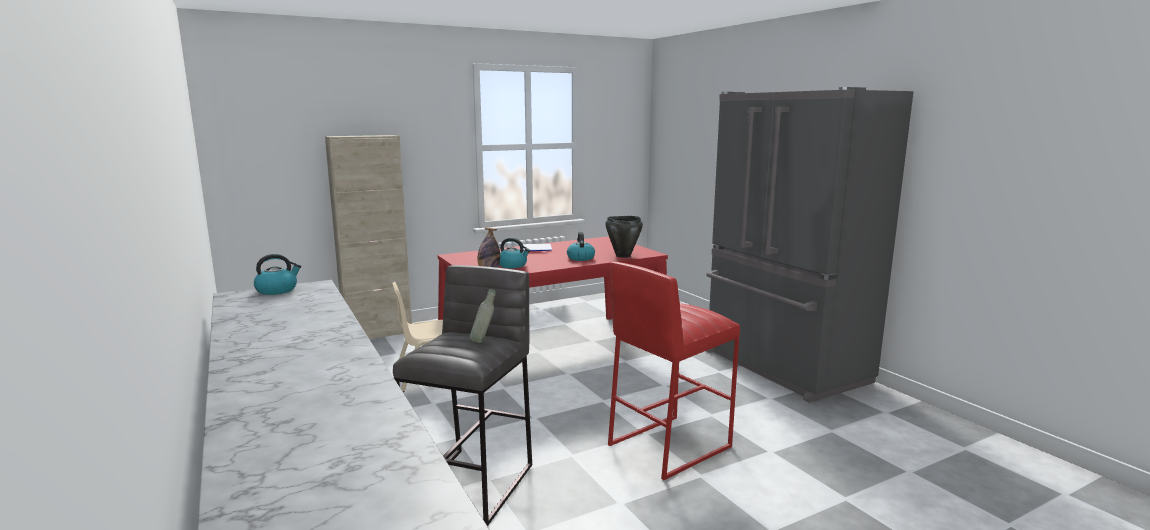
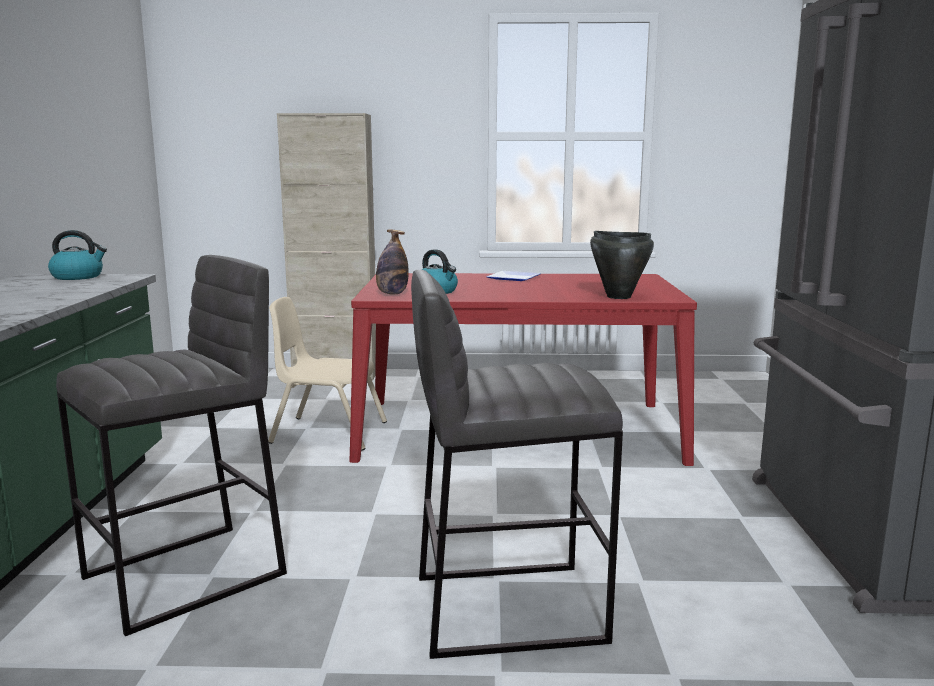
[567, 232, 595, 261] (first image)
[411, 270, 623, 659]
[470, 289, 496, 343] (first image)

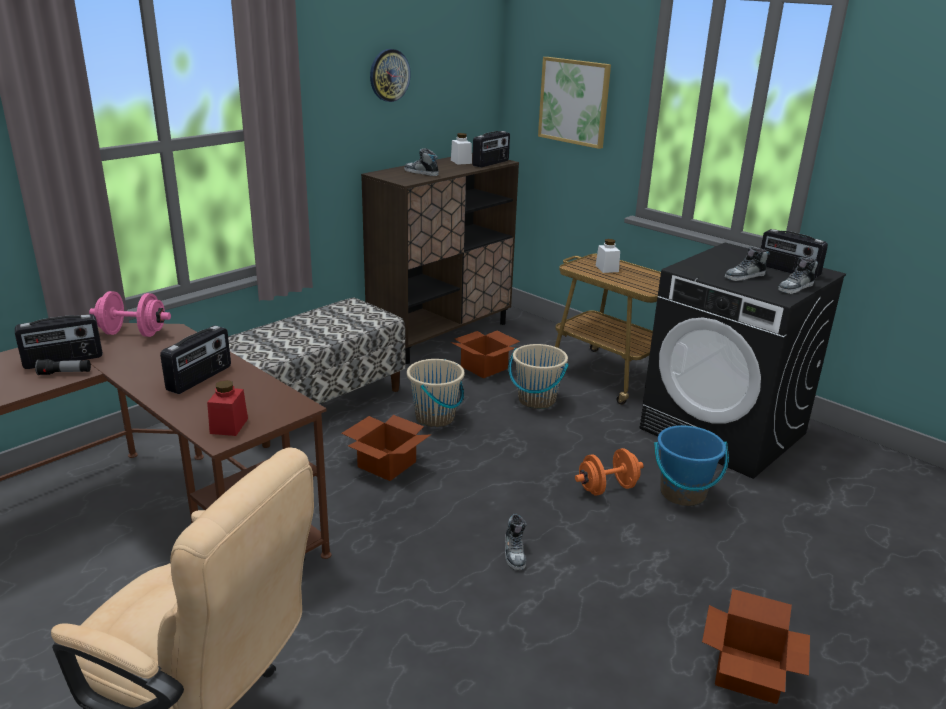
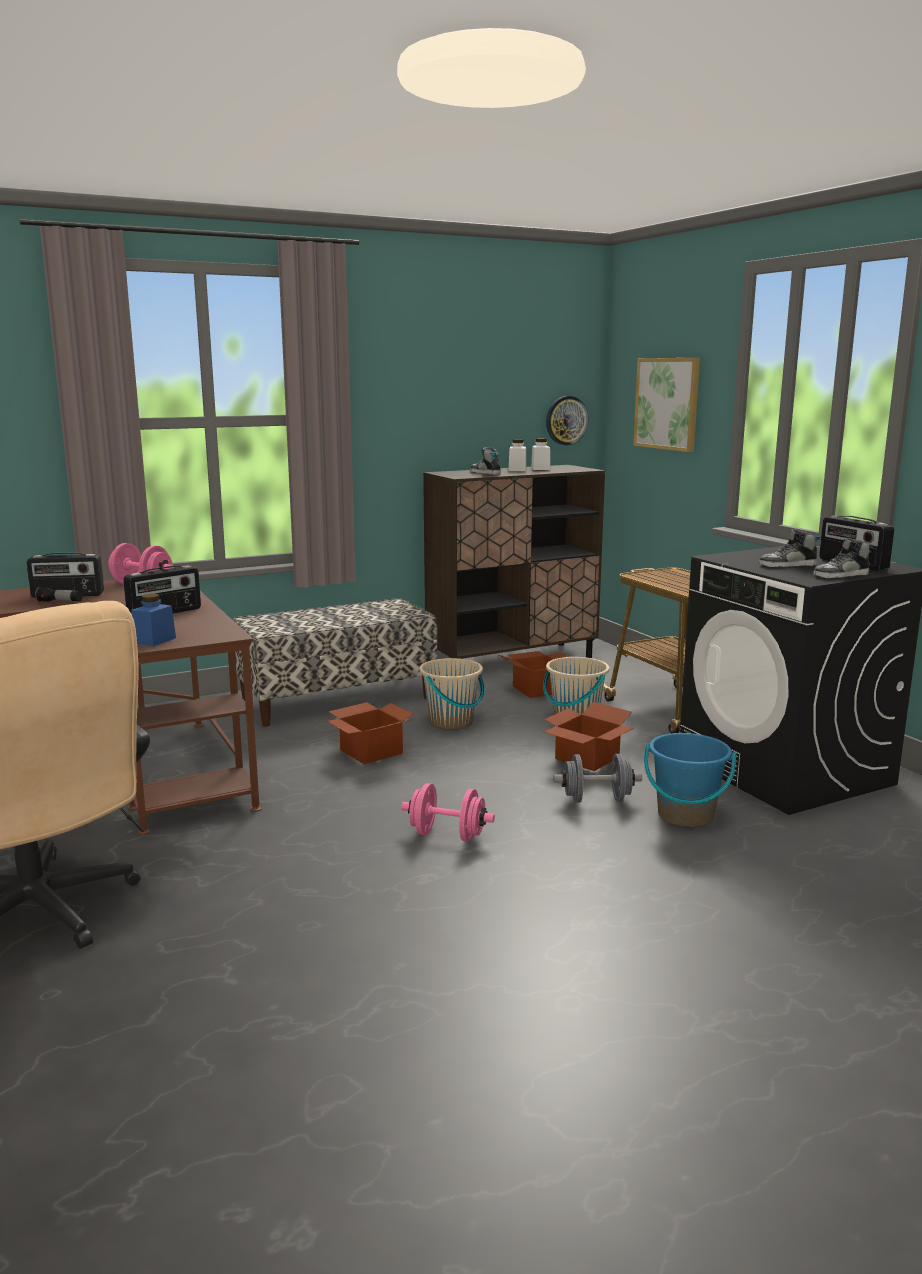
[546, 396, 589, 445]
[472, 131, 510, 168] (first image)
[508, 439, 526, 471]
[131, 594, 176, 646]
[553, 754, 642, 802]
[401, 783, 495, 842]
[543, 702, 634, 771]

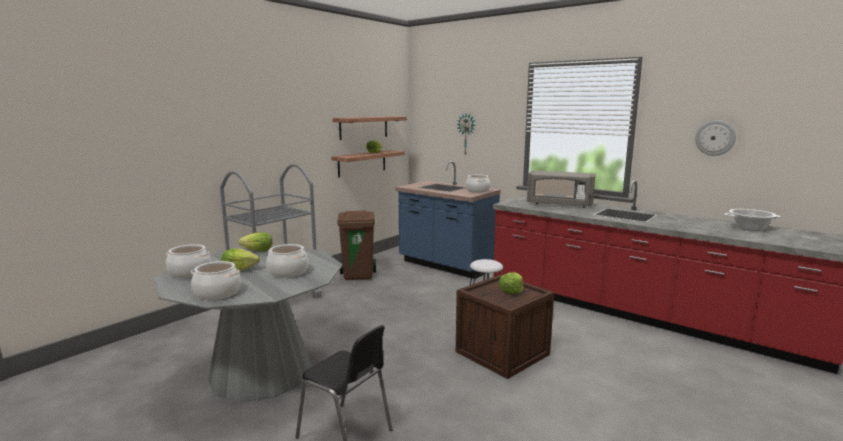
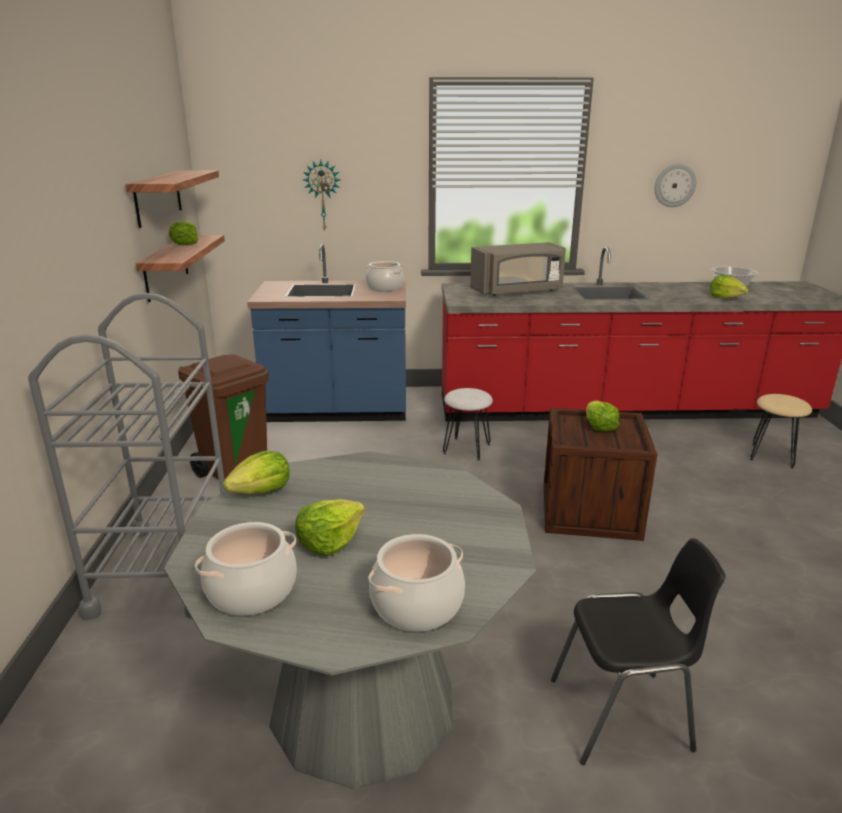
[266, 244, 308, 278] (first image)
[710, 275, 748, 299]
[750, 394, 812, 468]

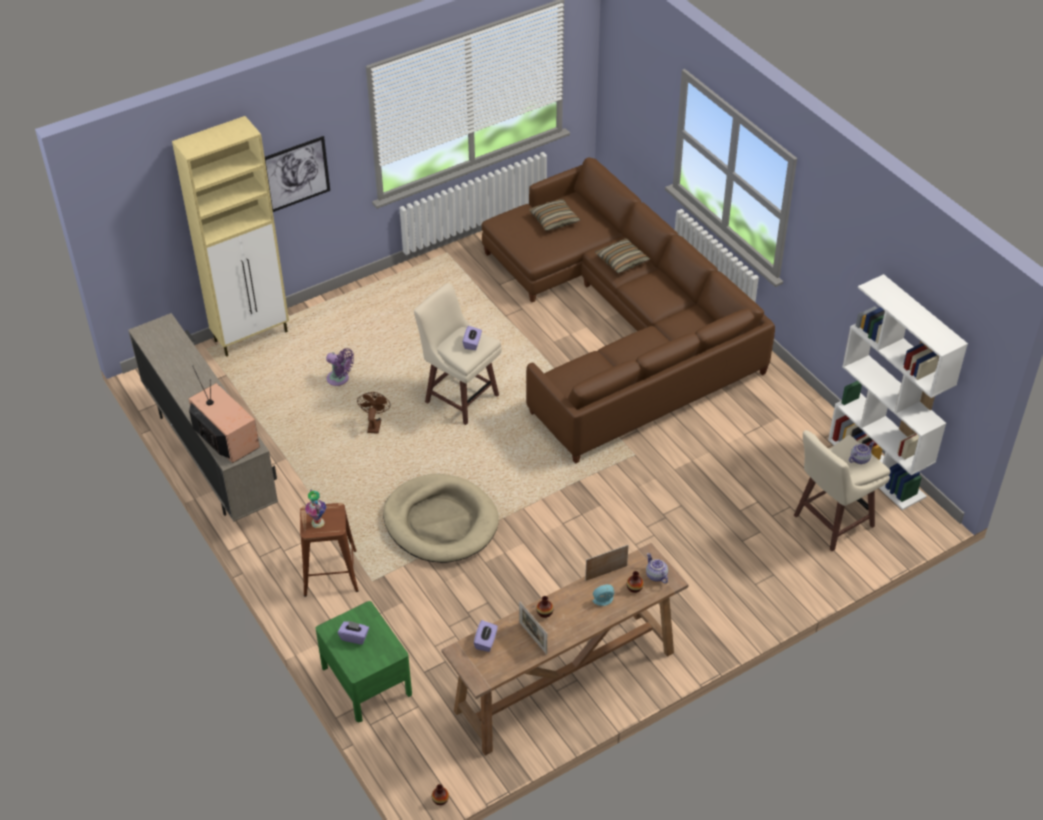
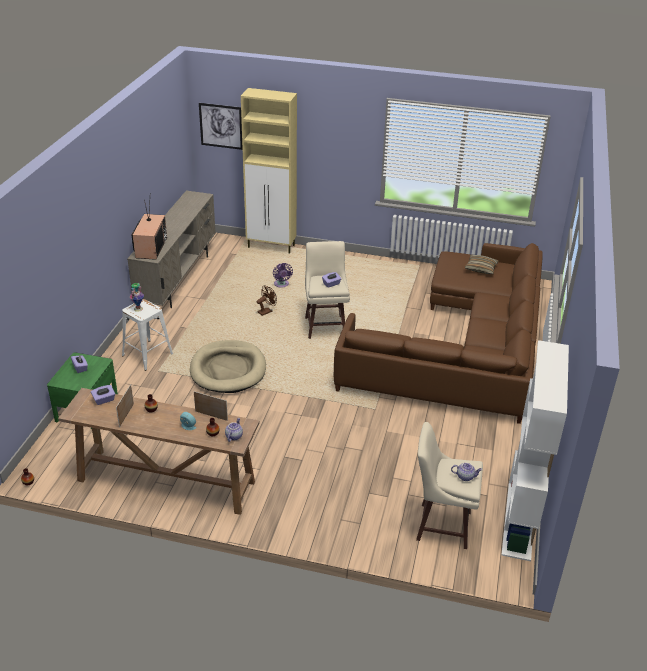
[199, 103, 243, 150]
[595, 239, 650, 273] (first image)
[122, 299, 173, 371]

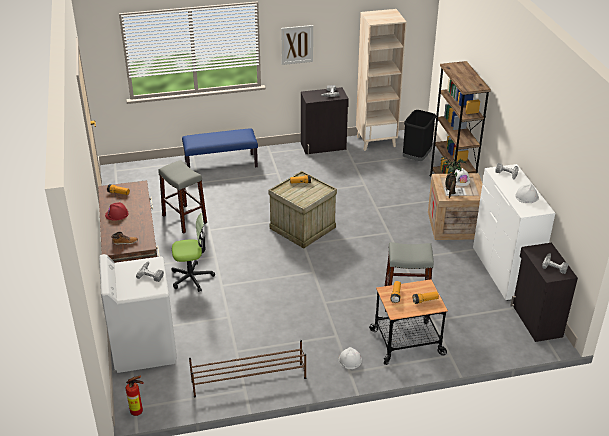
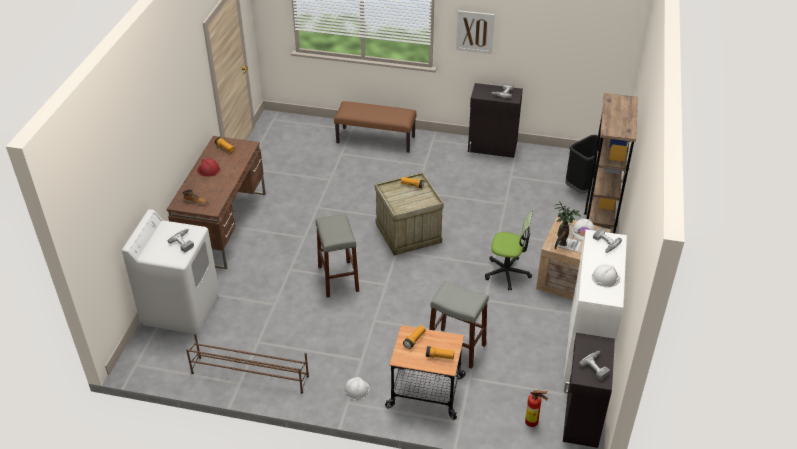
[356, 9, 407, 151] (first image)
[334, 101, 417, 153]
[316, 214, 359, 297]
[485, 212, 533, 291]
[525, 390, 548, 427]

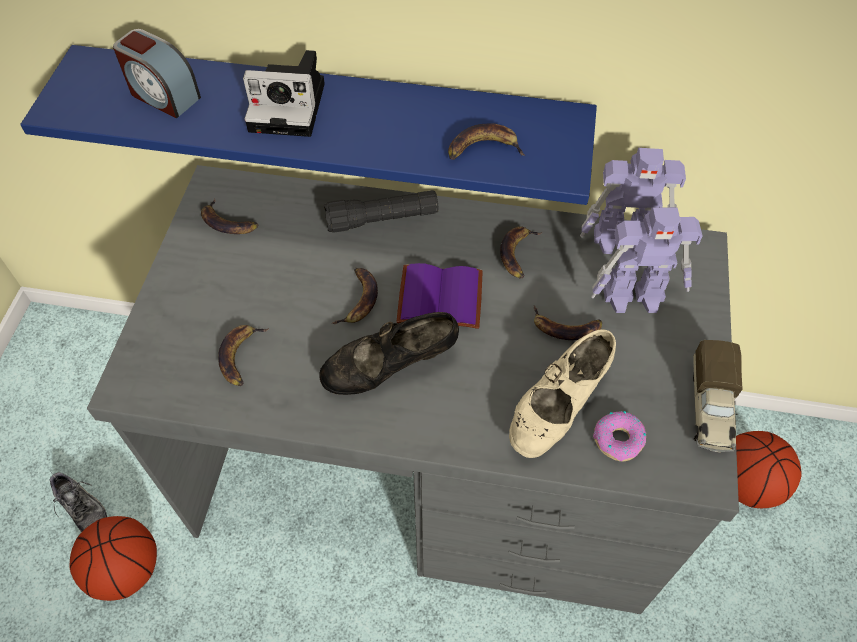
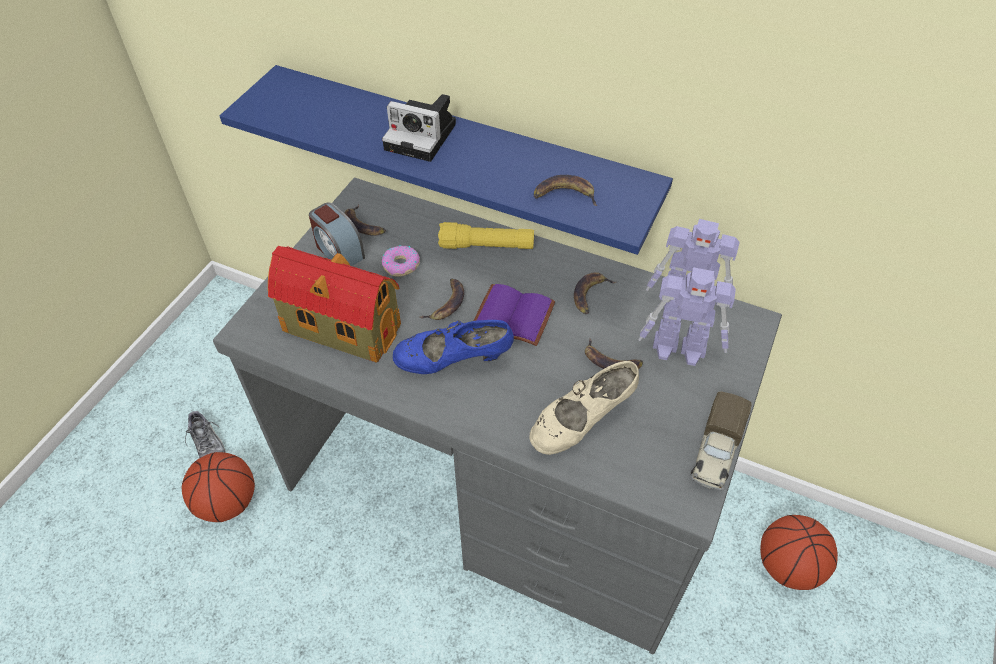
[309, 203, 365, 266]
[438, 222, 534, 249]
[393, 320, 514, 374]
[268, 246, 401, 363]
[382, 245, 420, 277]

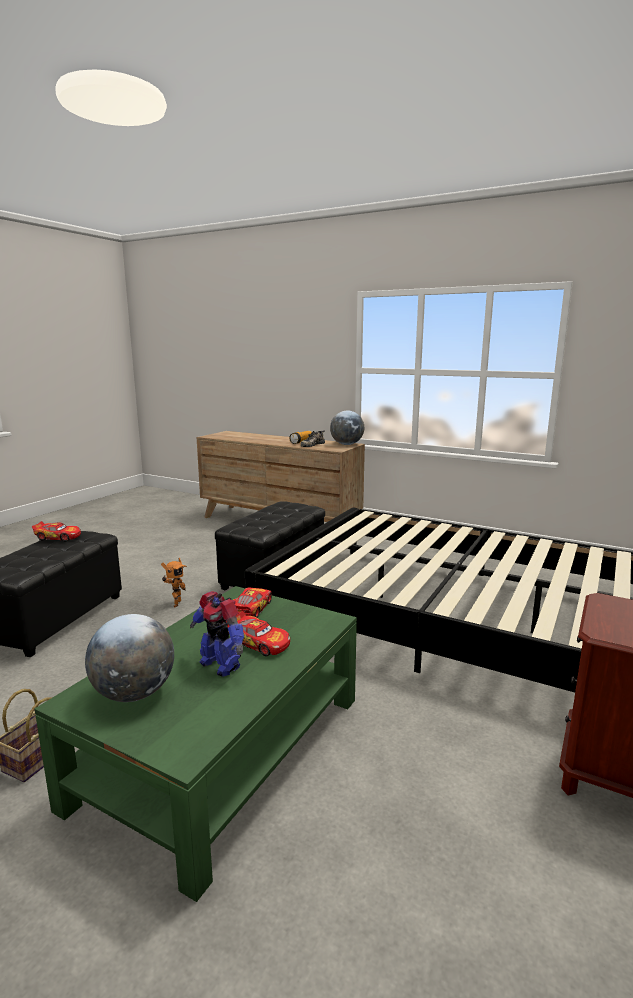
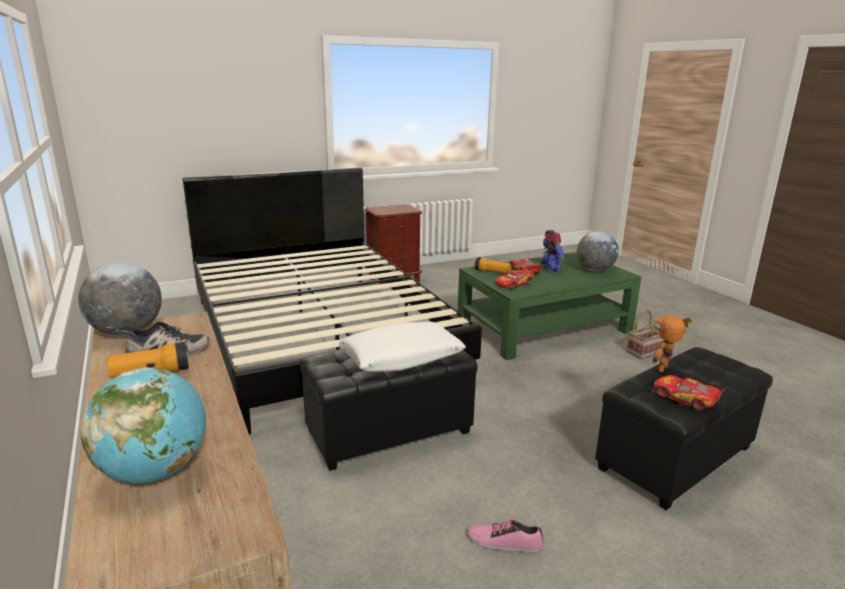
[653, 315, 692, 372]
[475, 257, 511, 274]
[339, 322, 466, 372]
[81, 368, 206, 484]
[468, 520, 543, 552]

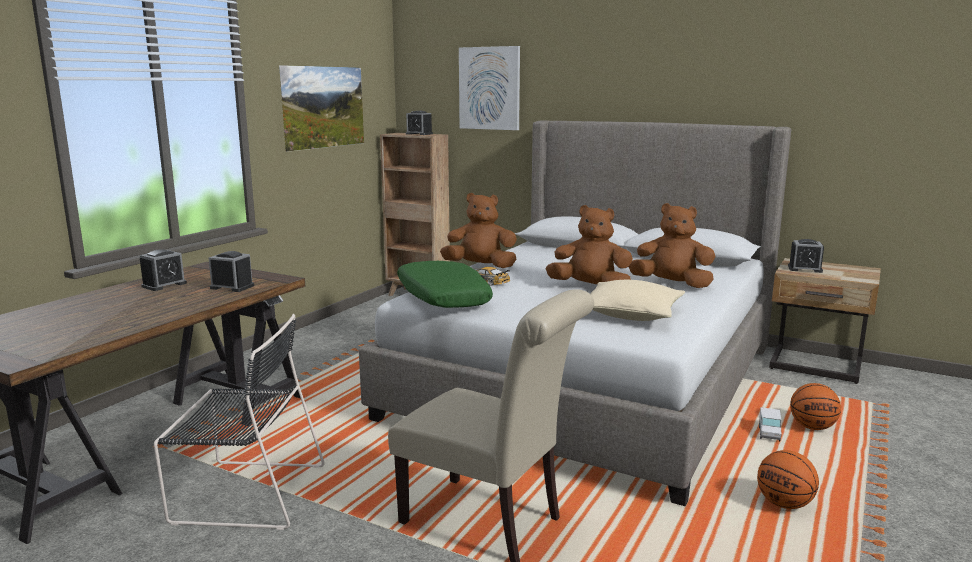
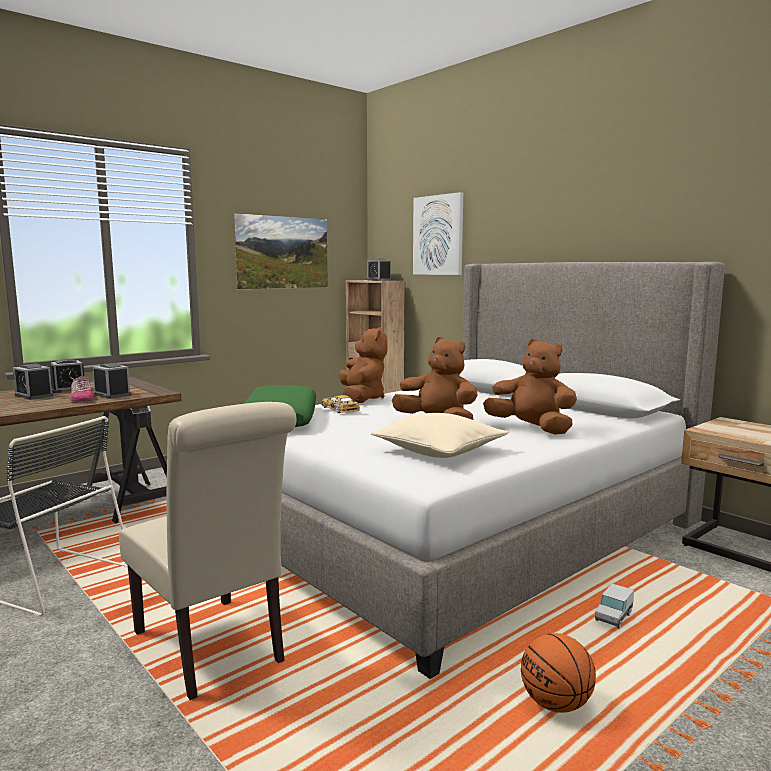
[339, 327, 387, 403]
[13, 363, 53, 400]
[790, 383, 841, 430] (first image)
[70, 376, 93, 402]

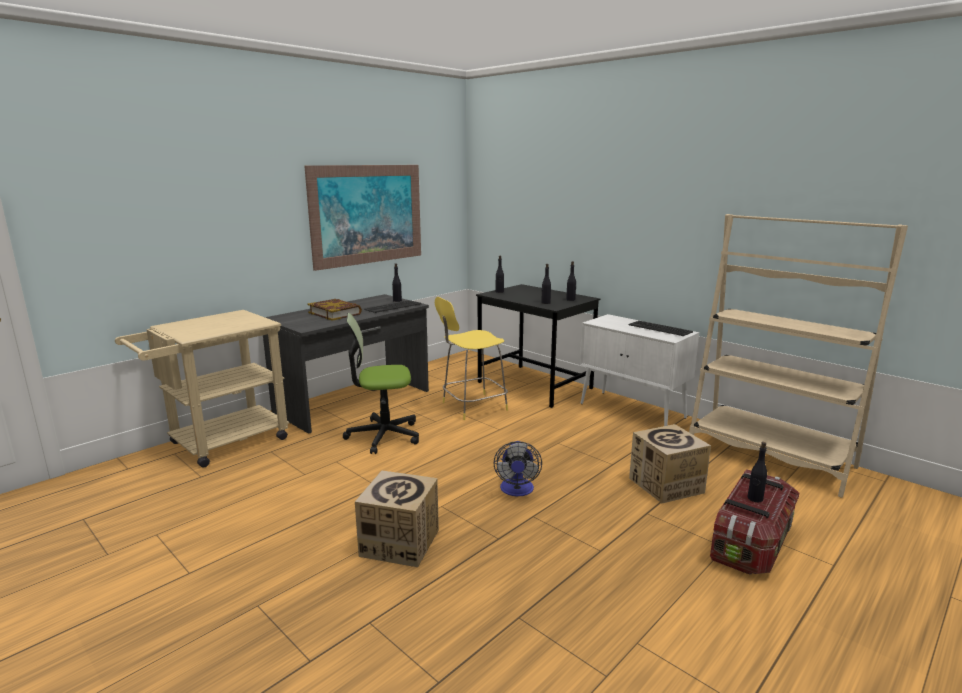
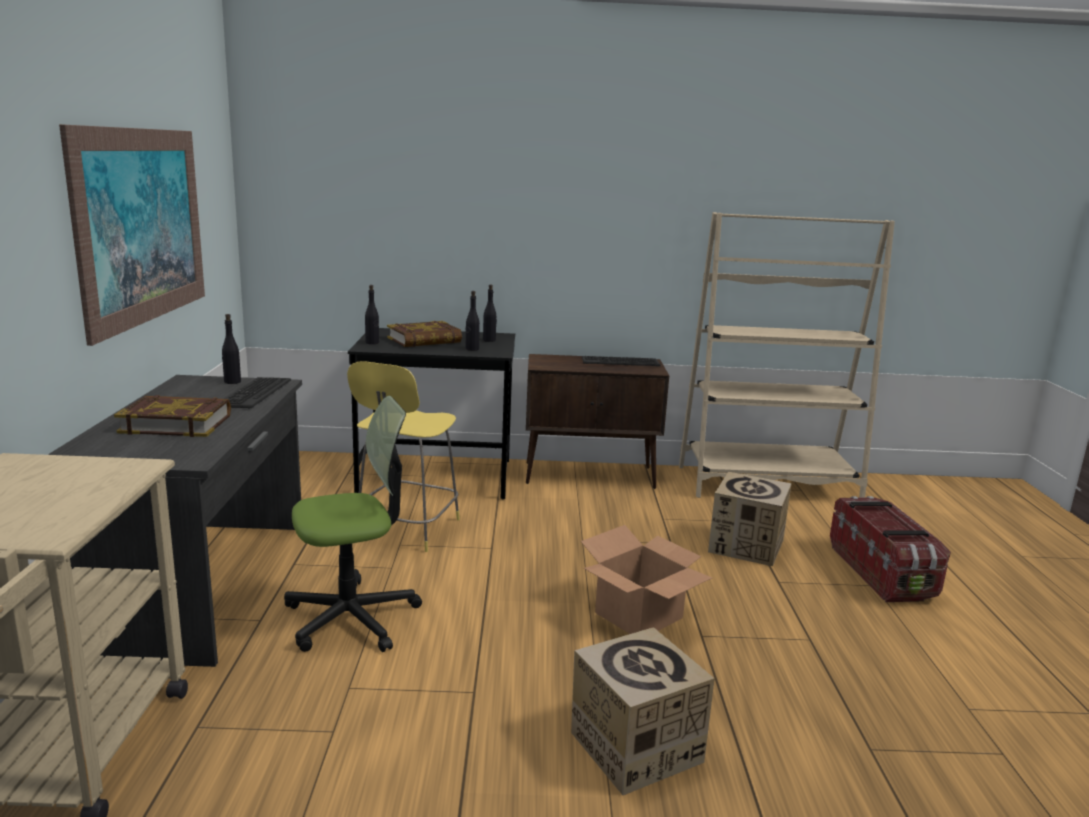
[284, 396, 422, 652]
[526, 354, 669, 489]
[581, 525, 712, 634]
[748, 442, 767, 502] (first image)
[387, 321, 462, 347]

